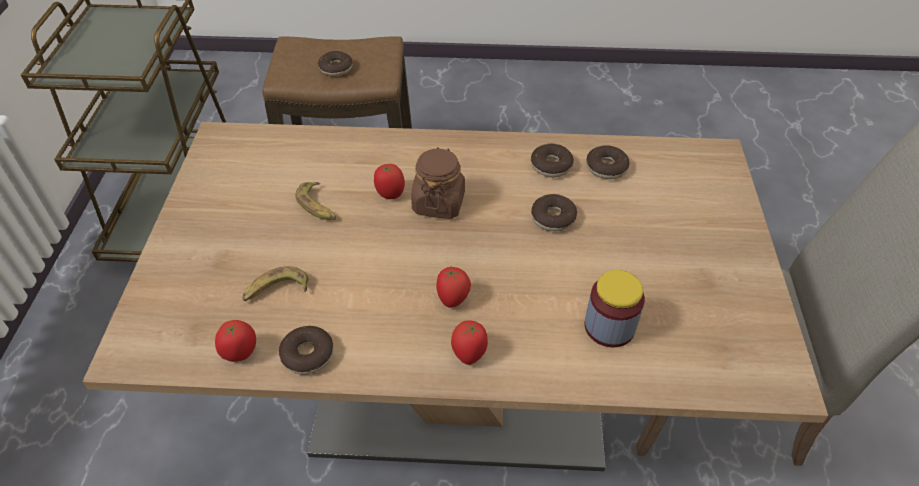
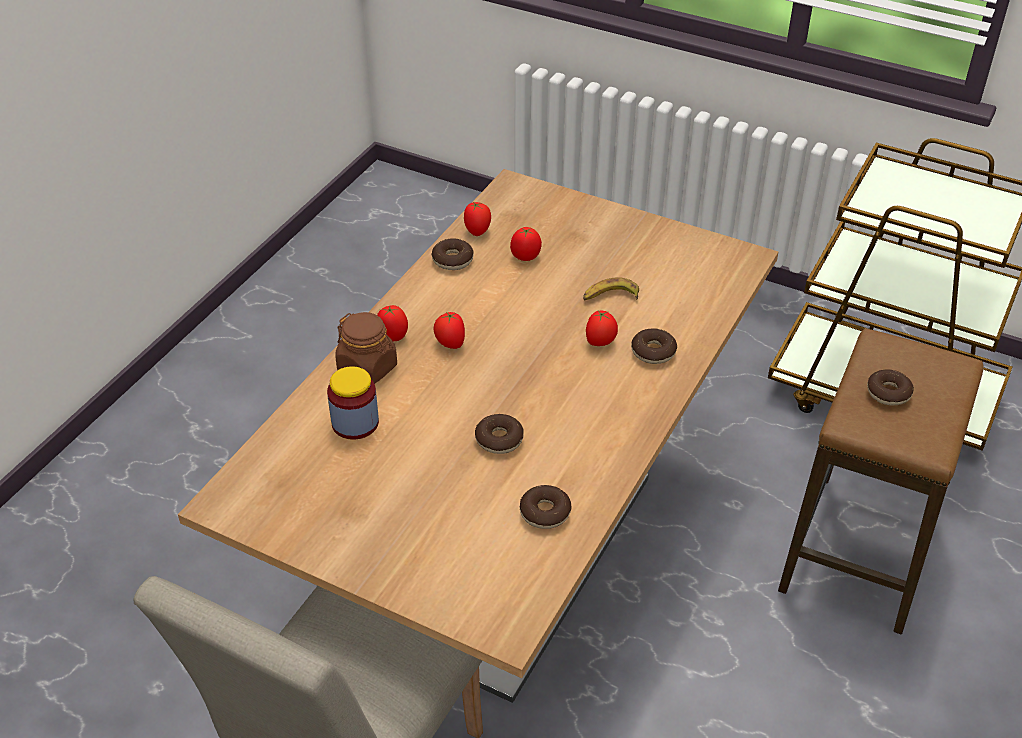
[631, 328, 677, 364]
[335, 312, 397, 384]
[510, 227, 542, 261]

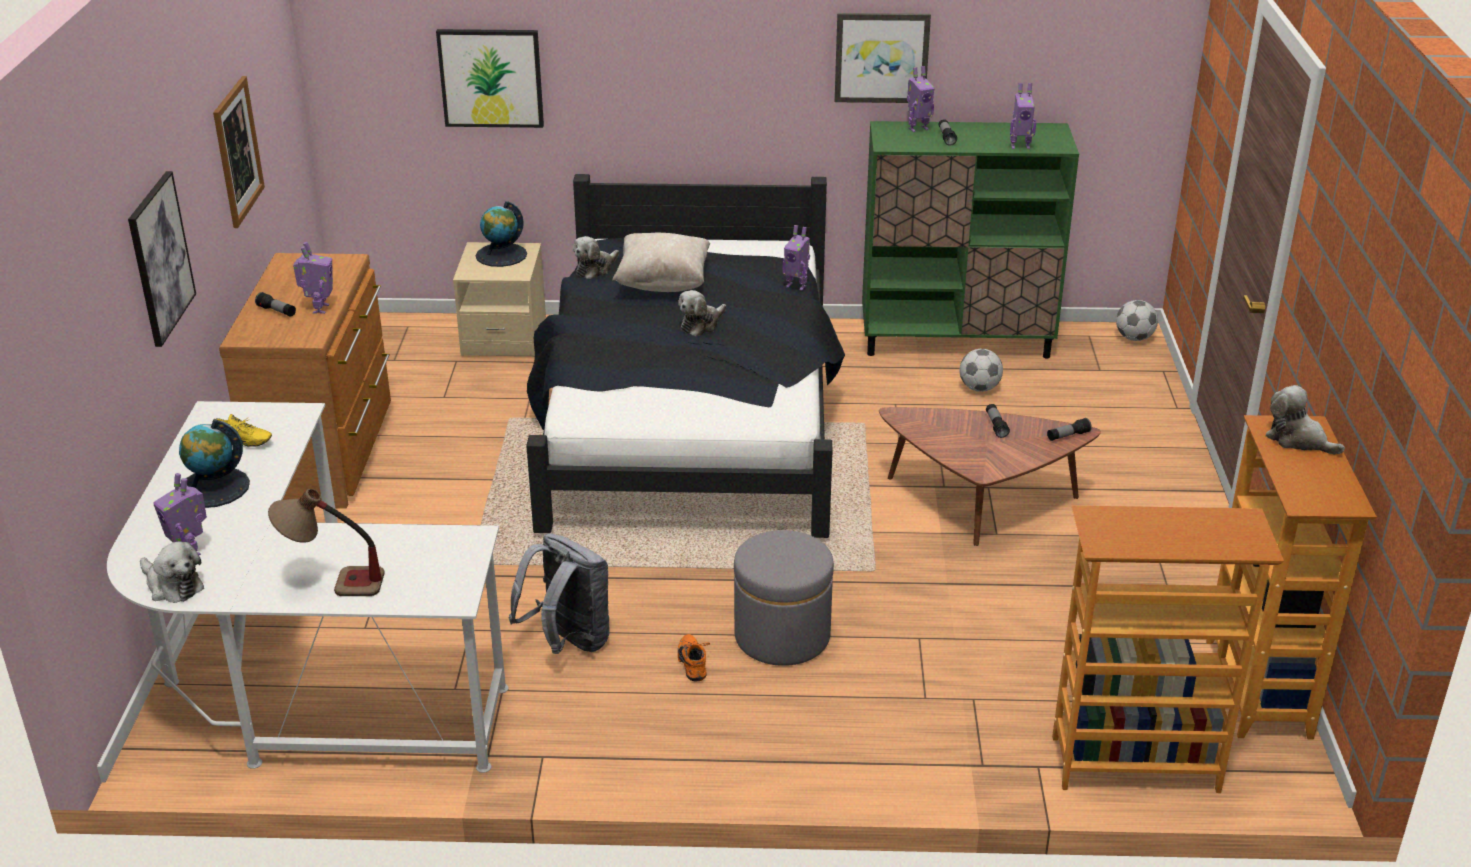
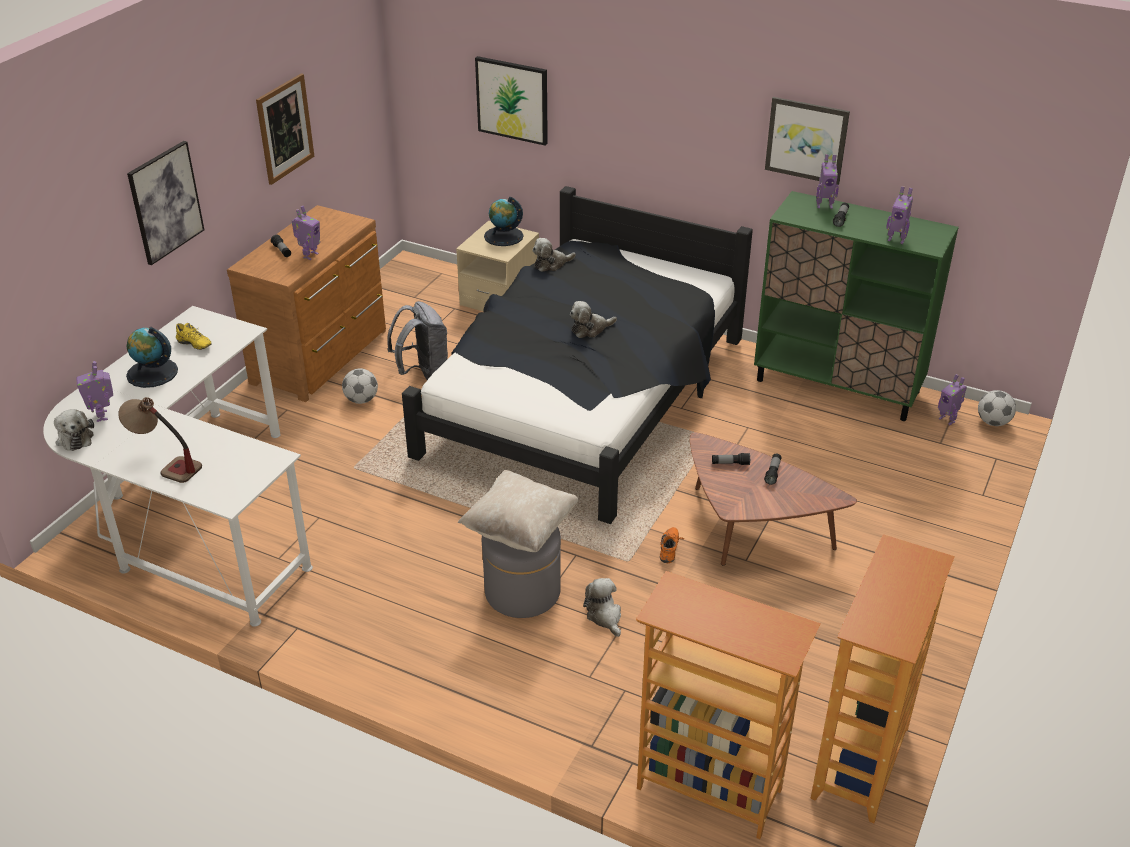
[938, 374, 967, 425]
[458, 470, 579, 552]
[342, 368, 378, 404]
[583, 578, 621, 637]
[712, 453, 750, 465]
[387, 301, 448, 380]
[660, 527, 684, 563]

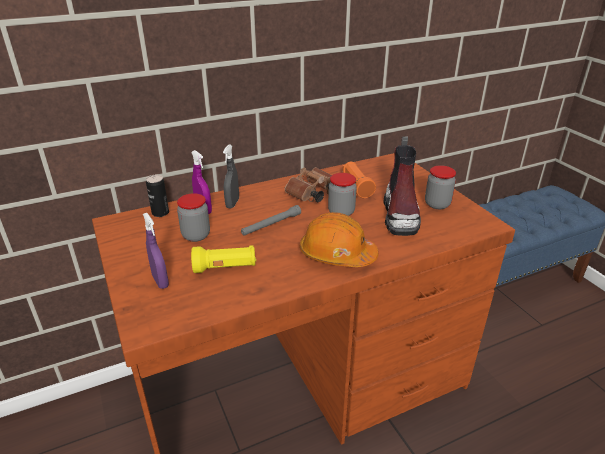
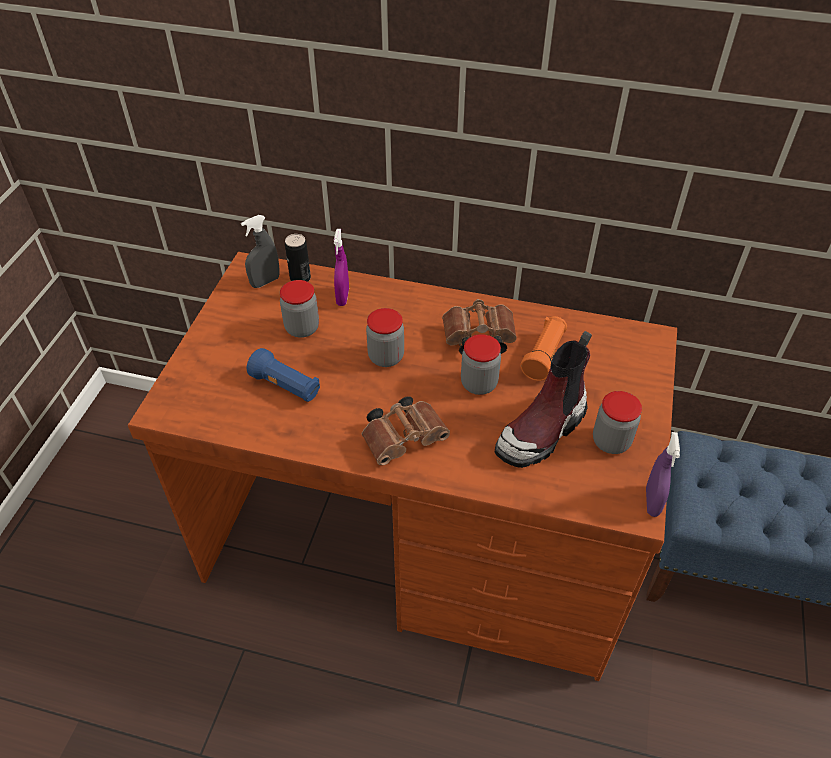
[241, 215, 279, 288]
[366, 308, 404, 367]
[362, 396, 450, 465]
[646, 432, 680, 517]
[247, 348, 320, 402]

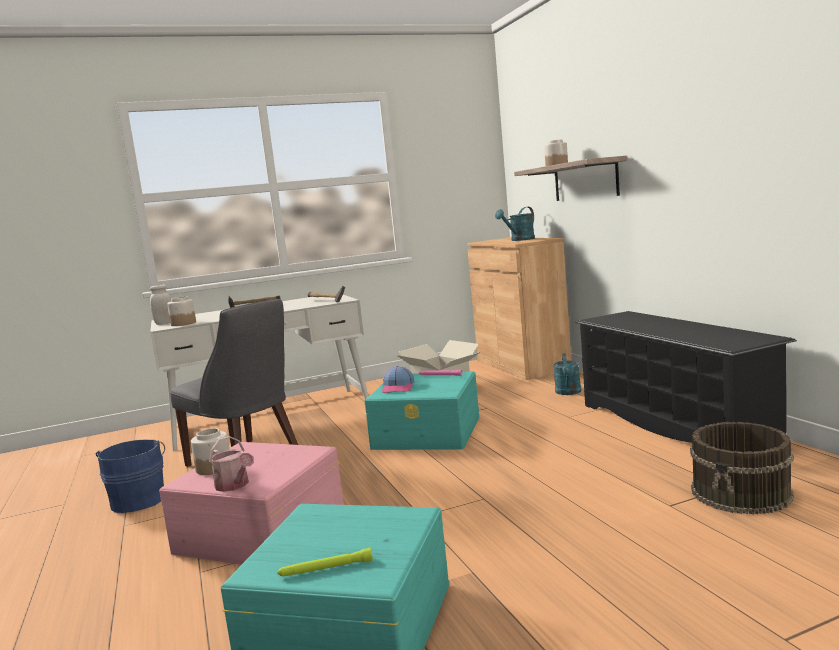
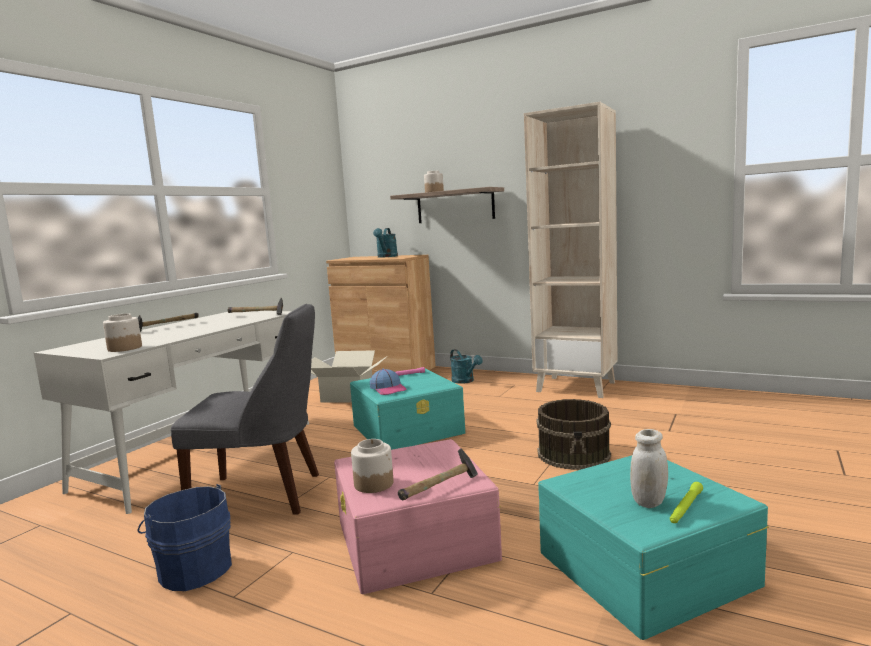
[630, 429, 668, 508]
[524, 102, 617, 398]
[536, 399, 611, 470]
[398, 448, 478, 501]

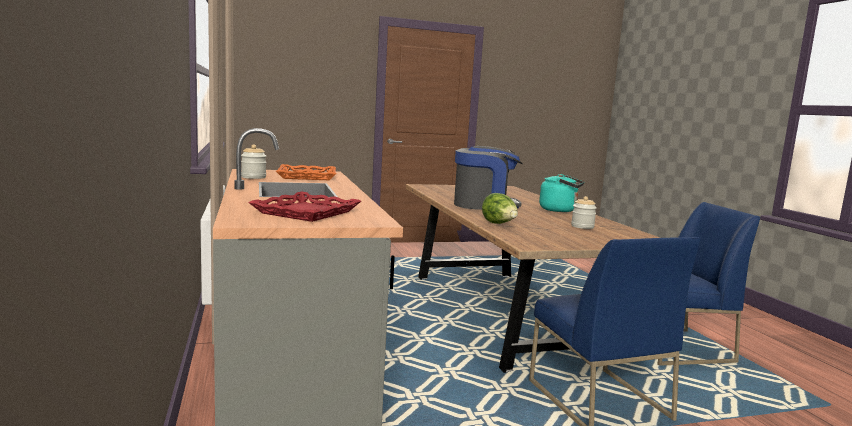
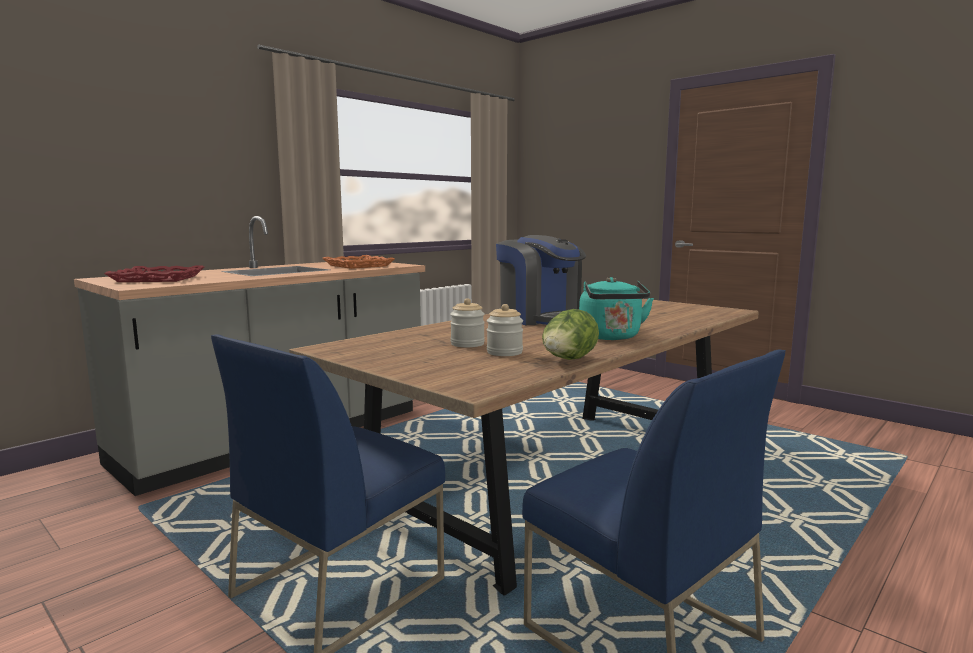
[450, 298, 485, 347]
[542, 309, 599, 360]

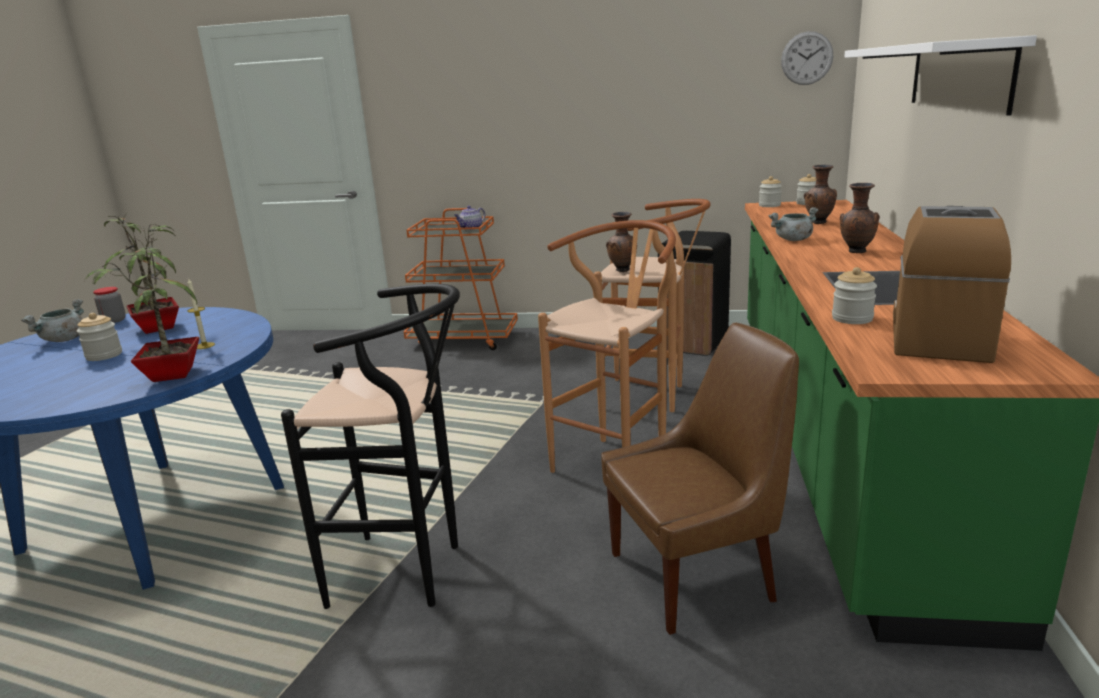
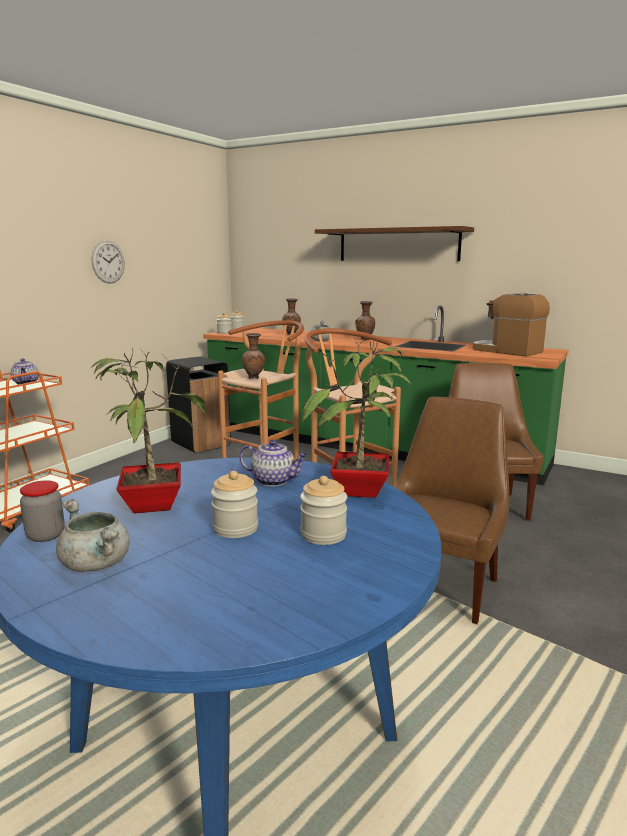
[92, 241, 125, 284]
[315, 226, 474, 261]
[300, 476, 347, 545]
[239, 440, 308, 486]
[395, 397, 509, 624]

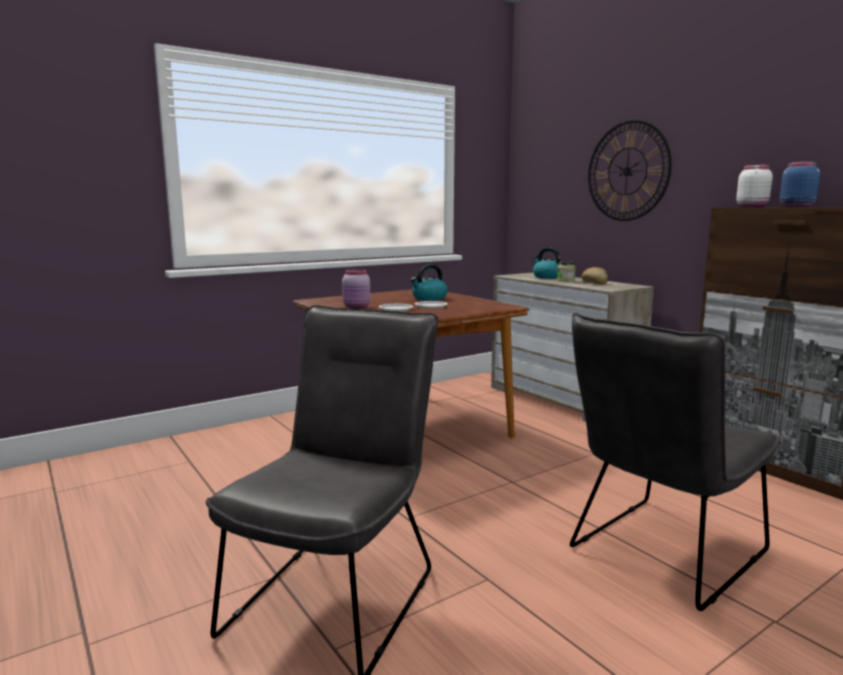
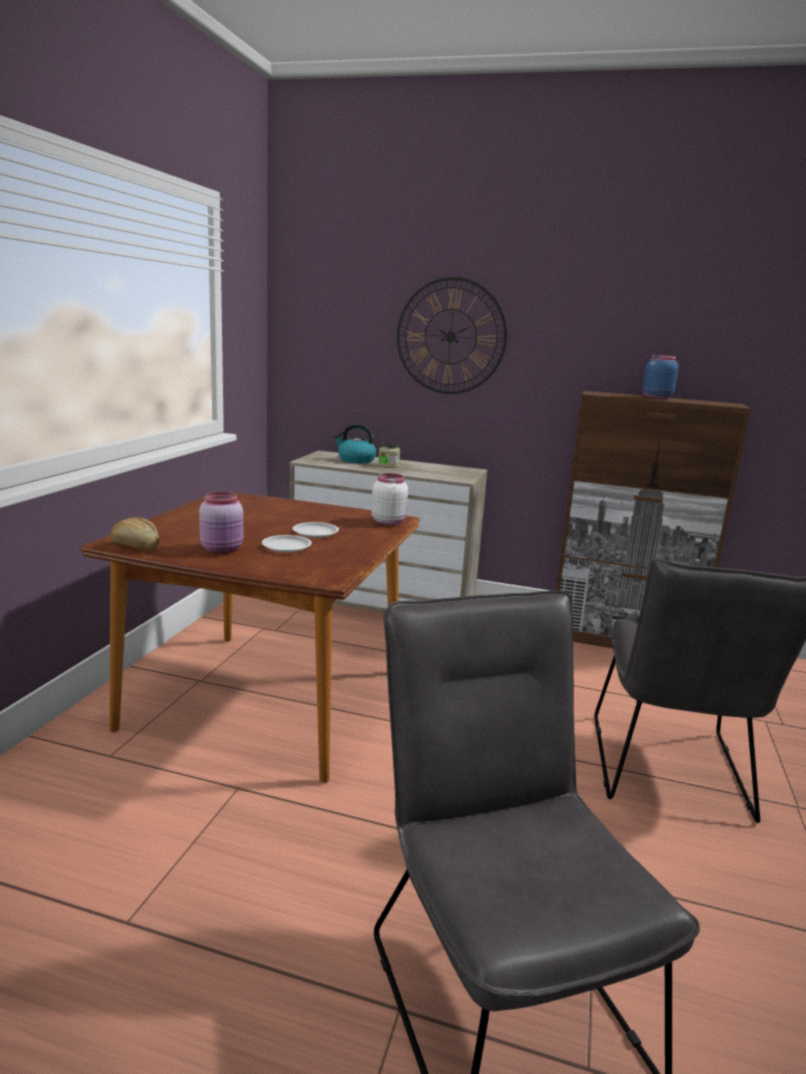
[371, 473, 408, 525]
[410, 264, 448, 301] (first image)
[110, 517, 160, 550]

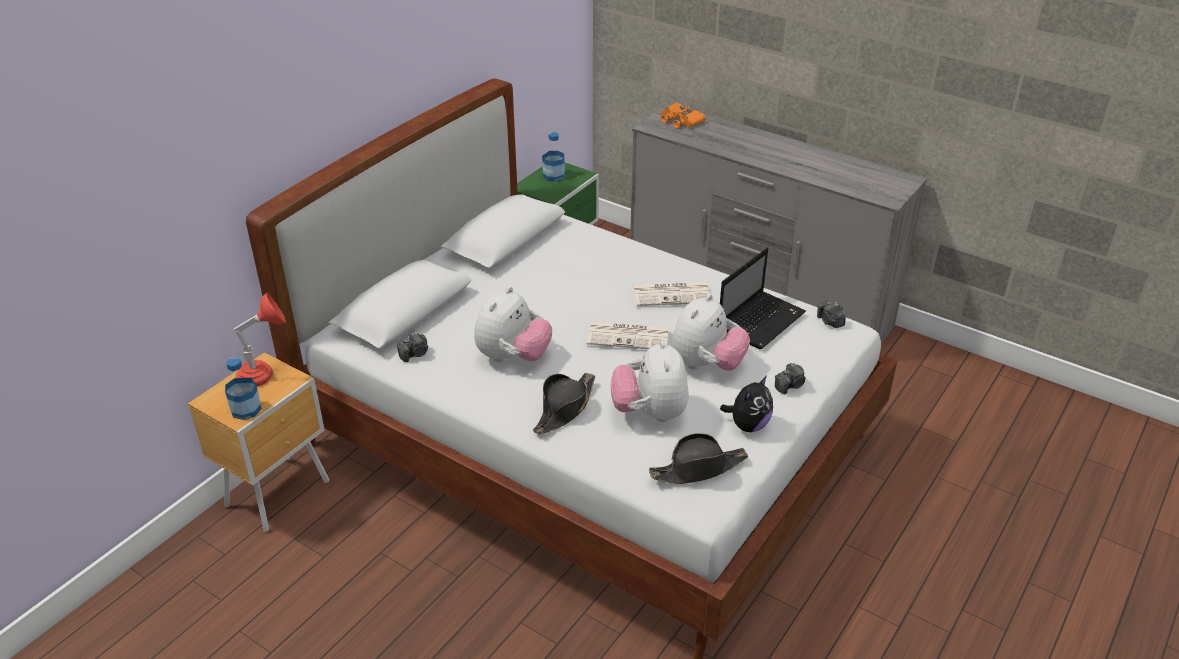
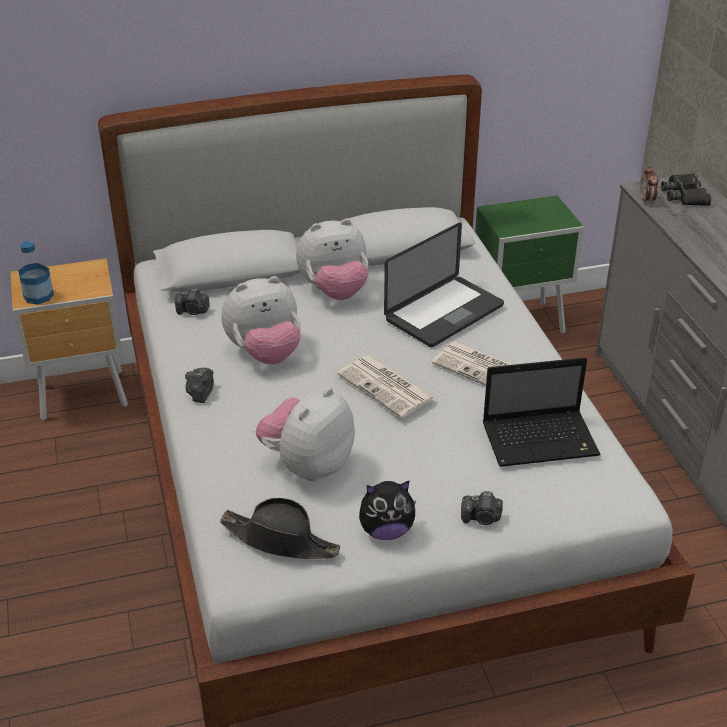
[661, 173, 711, 206]
[542, 132, 565, 181] (first image)
[234, 293, 286, 386] (first image)
[296, 219, 368, 300]
[185, 368, 214, 403]
[533, 373, 595, 434] (first image)
[640, 166, 658, 205]
[384, 222, 504, 347]

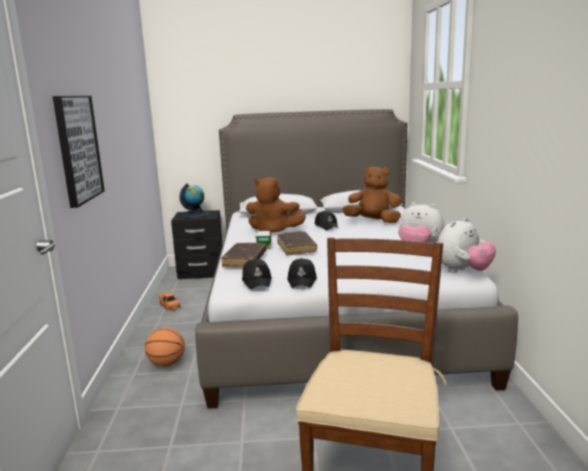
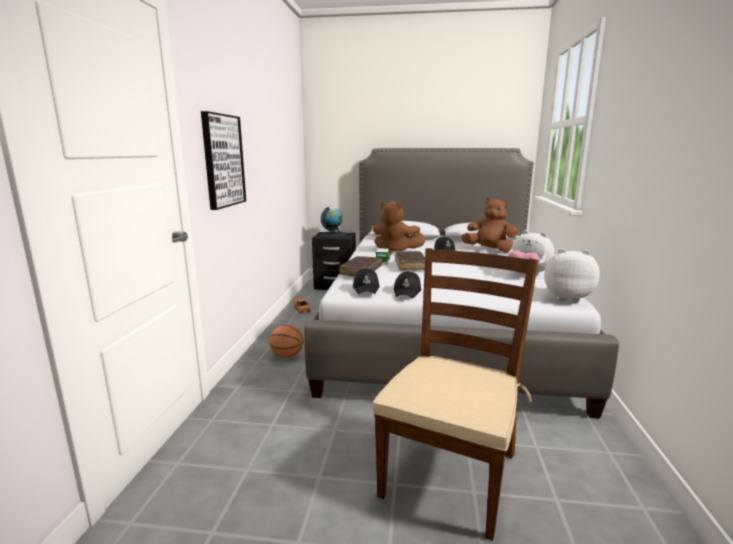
[544, 248, 600, 302]

